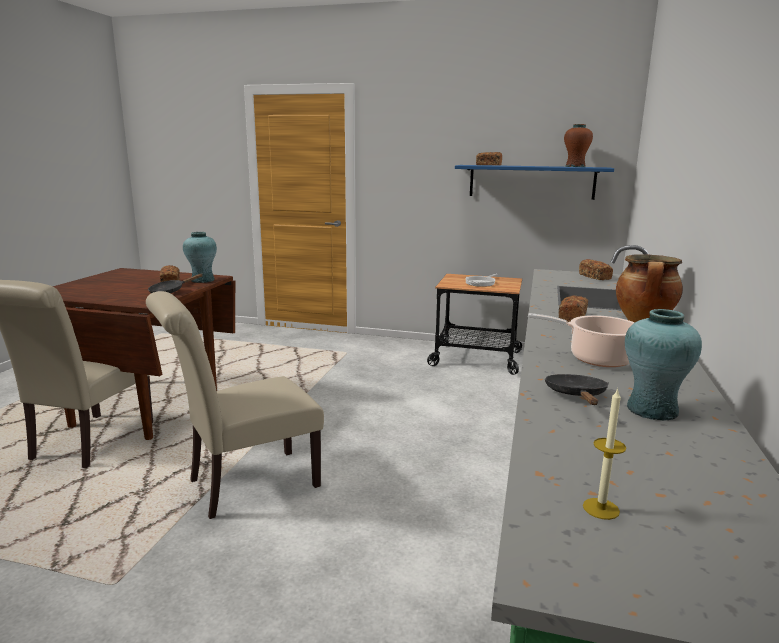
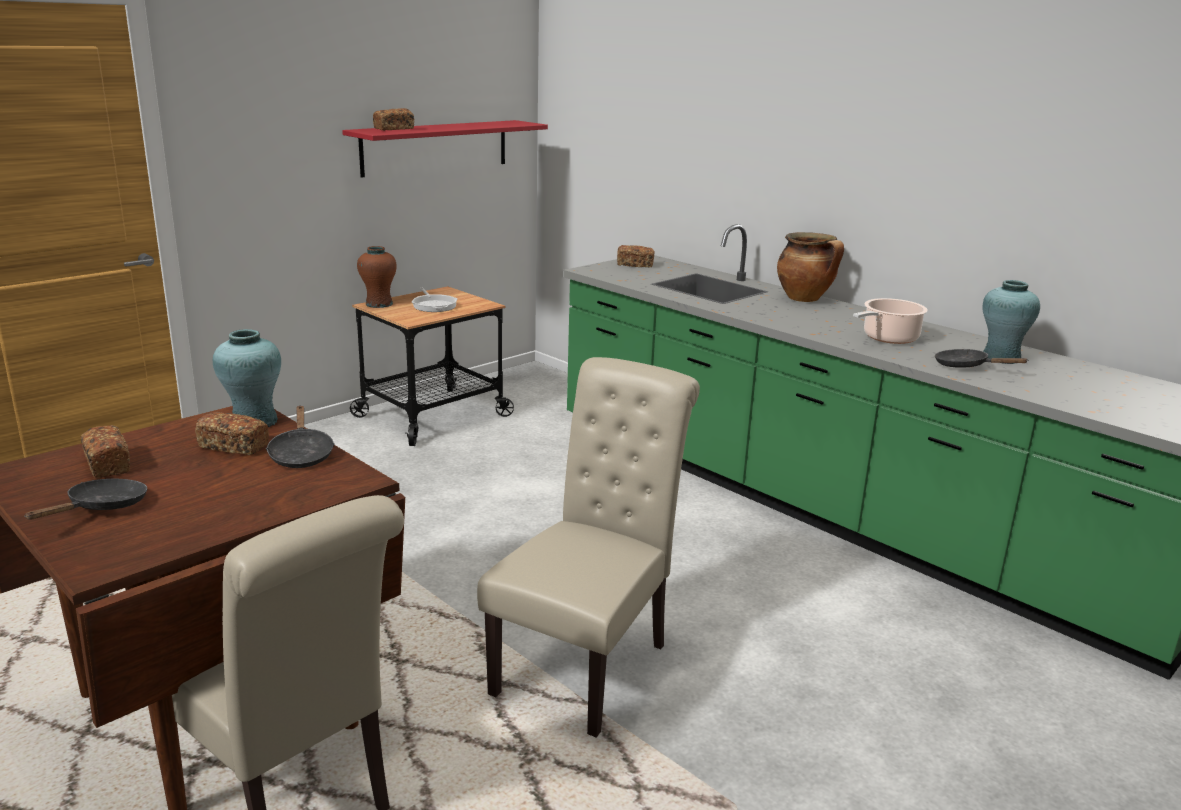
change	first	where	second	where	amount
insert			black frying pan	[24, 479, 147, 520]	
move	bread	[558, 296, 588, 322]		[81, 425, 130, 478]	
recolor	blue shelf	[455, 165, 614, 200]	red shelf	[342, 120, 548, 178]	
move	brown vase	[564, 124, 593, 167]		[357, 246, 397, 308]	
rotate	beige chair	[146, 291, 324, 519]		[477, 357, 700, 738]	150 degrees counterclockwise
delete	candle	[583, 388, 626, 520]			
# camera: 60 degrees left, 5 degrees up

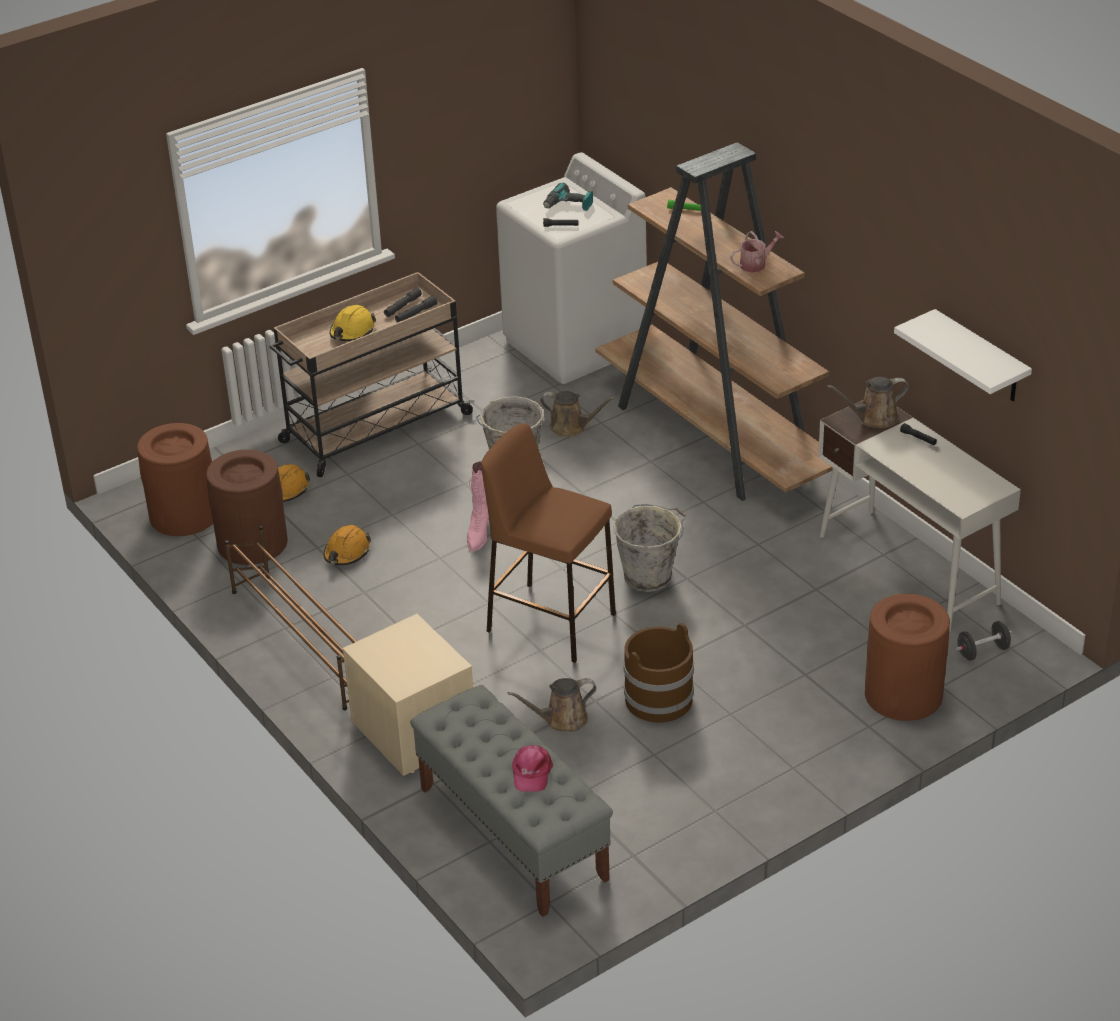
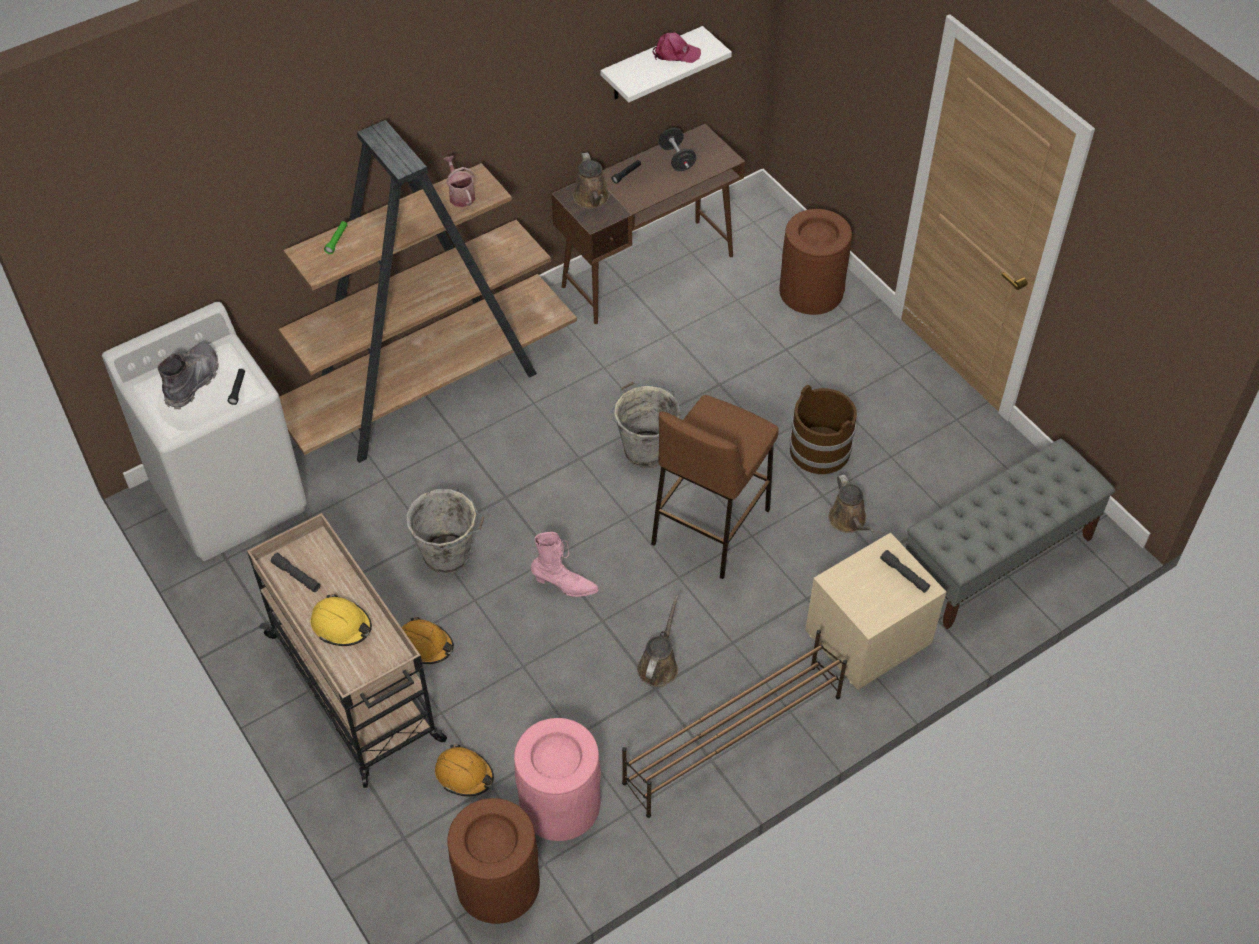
change	first	where	second	where	amount
replace	power drill	[543, 183, 593, 211]	grey boot	[158, 343, 219, 409]	
move	orange hard hat	[323, 525, 371, 565]		[402, 617, 454, 664]	
recolor	brown trash can	[206, 449, 288, 565]	pink trash can	[514, 718, 601, 841]	
recolor	white desk	[818, 400, 1021, 632]	brown desk	[552, 124, 745, 324]	
move	brown watering can	[540, 391, 615, 437]		[637, 595, 679, 687]	
move	pink cap	[512, 745, 553, 792]		[652, 32, 701, 63]	
move	black dumbbell	[956, 621, 1012, 661]		[659, 127, 696, 171]	
move	grey flashlight	[395, 296, 437, 323]		[880, 550, 930, 593]	
# camera: 90 degrees left, 15 degrees up

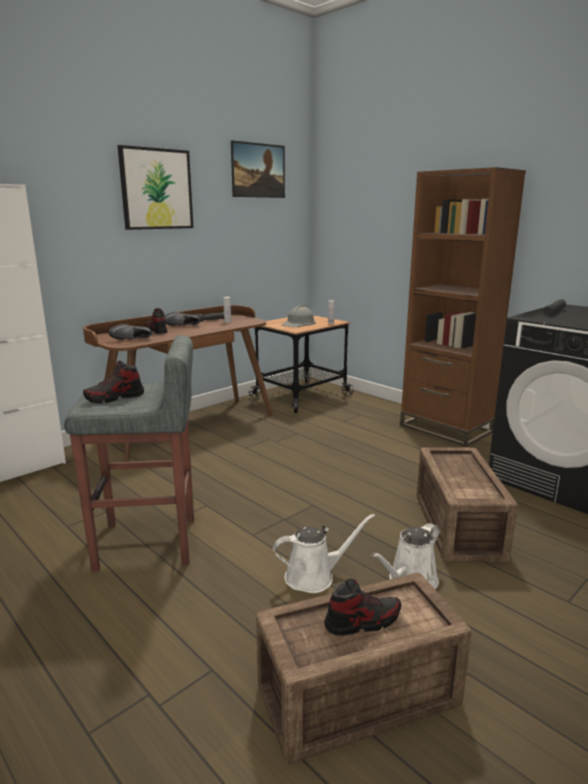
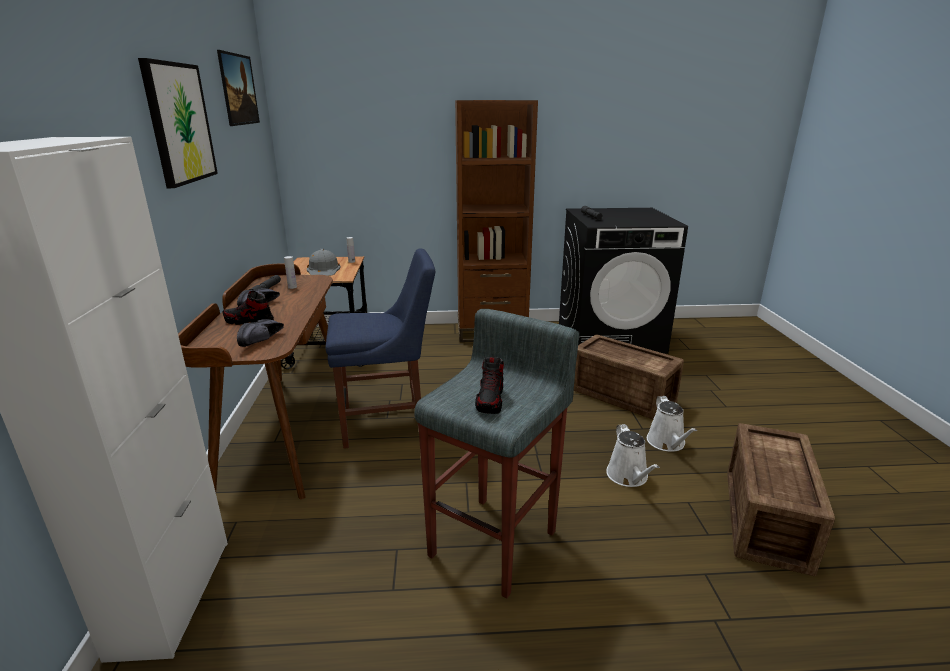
change	first	where	second	where	amount
insert			blue chair	[326, 248, 435, 449]	
rotate	white watering can	[273, 514, 375, 593]		[606, 424, 659, 487]	150 degrees clockwise
delete	shoe	[324, 579, 401, 636]			
# camera: 50 degrees left, 5 degrees up

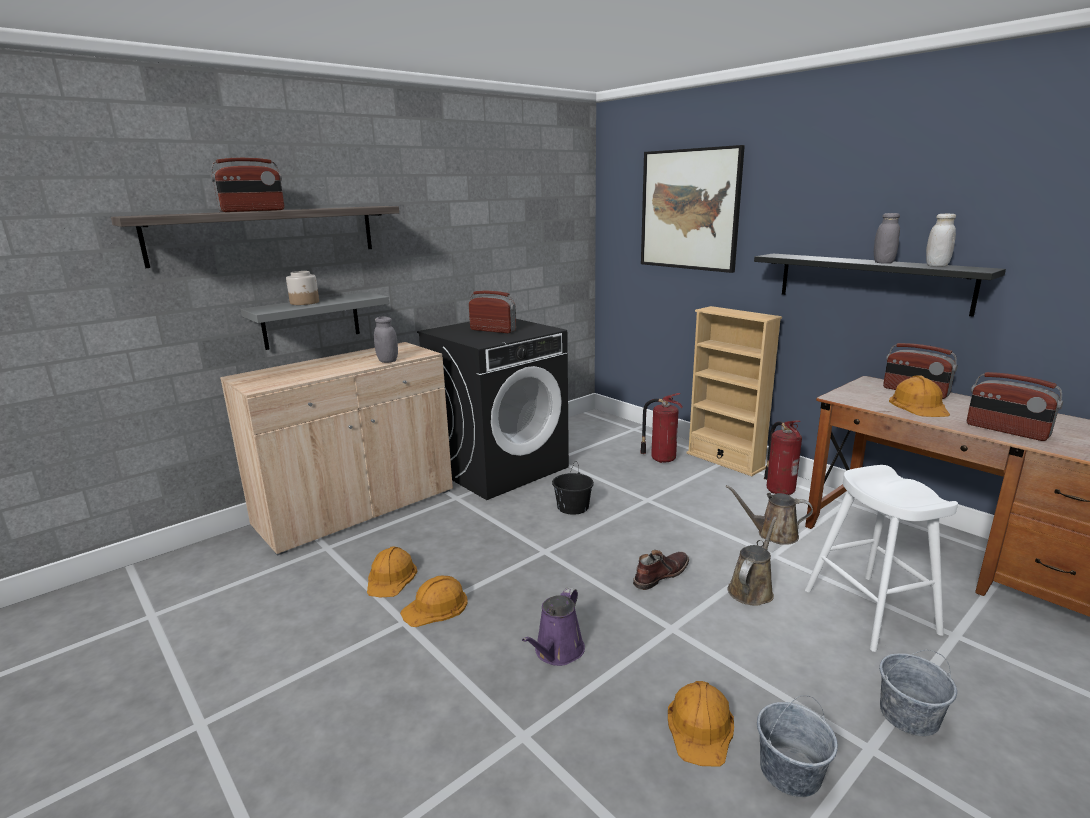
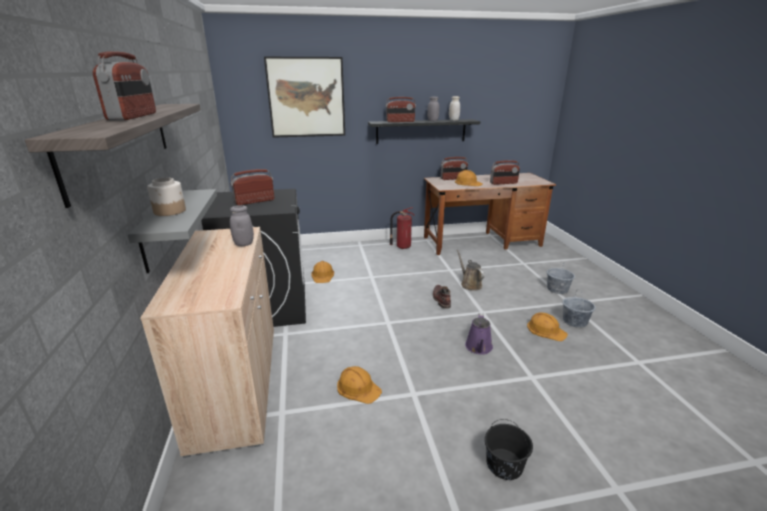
change	first	where	second	where	amount
move	orange hard hat	[400, 576, 468, 627]		[311, 261, 334, 283]	
insert			radio	[385, 97, 416, 122]	
rotate	purple watering can	[522, 587, 585, 666]		[465, 313, 493, 355]	45 degrees clockwise
move	black bucket	[552, 461, 594, 515]		[485, 419, 533, 480]	
delete	fire extinguisher	[640, 393, 683, 463]			
delete	beige bookcase	[687, 306, 782, 476]			
delete	brown watering can	[726, 485, 813, 545]			
delete	white stool	[805, 465, 958, 652]			
# camera: 60 degrees left, 5 degrees up

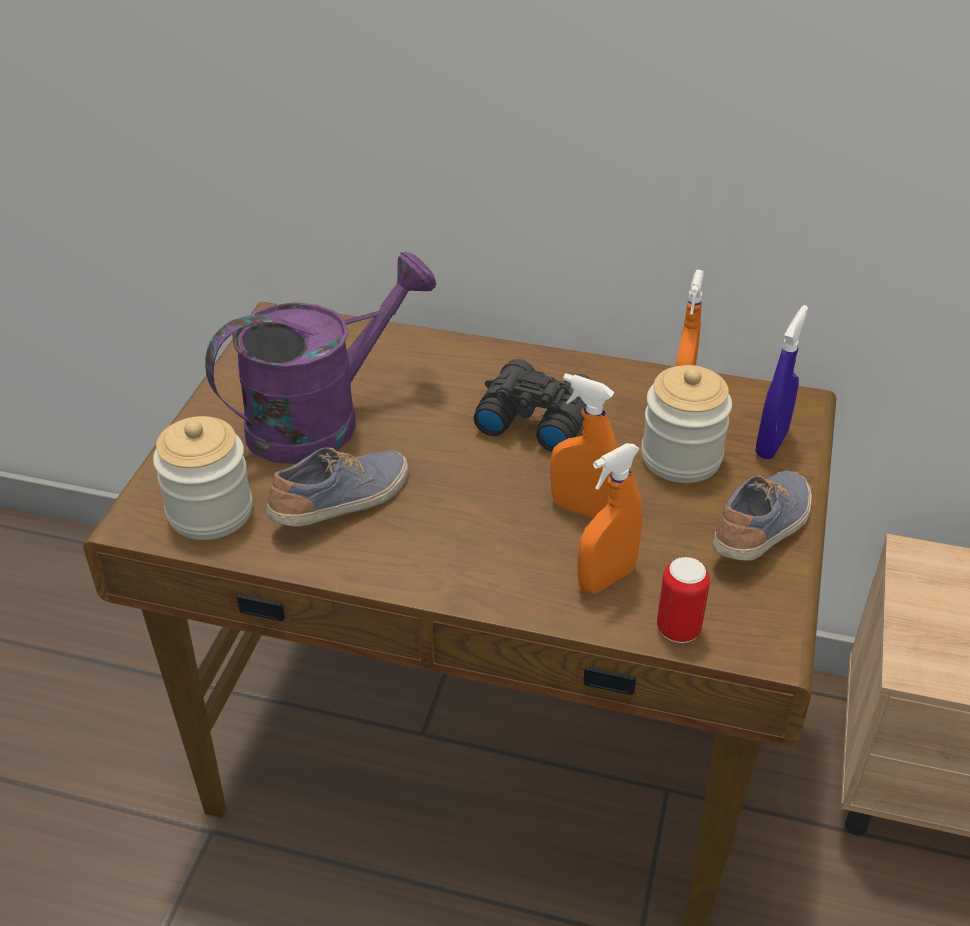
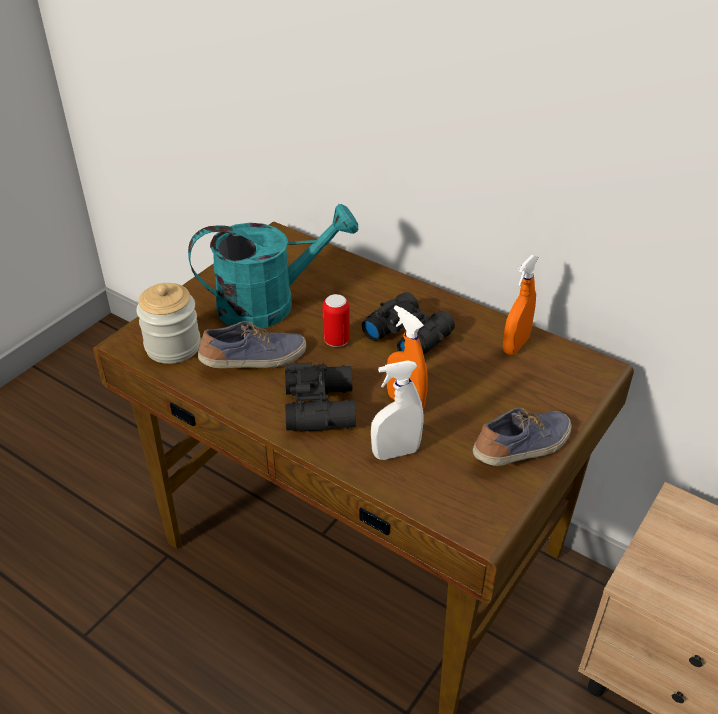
change	first	where	second	where	amount
recolor	purple watering can	[205, 252, 436, 464]	turquoise watering can	[188, 204, 358, 329]	
insert			black binoculars	[285, 362, 356, 431]	
move	can	[657, 557, 710, 643]		[322, 294, 350, 347]	
recolor	orange spray bottle	[578, 443, 642, 594]	white spray bottle	[371, 360, 423, 460]	
delete	jar	[641, 365, 732, 483]			
delete	blue spray bottle	[756, 305, 808, 459]			
# camera: 20 degrees right, 0 degrees up

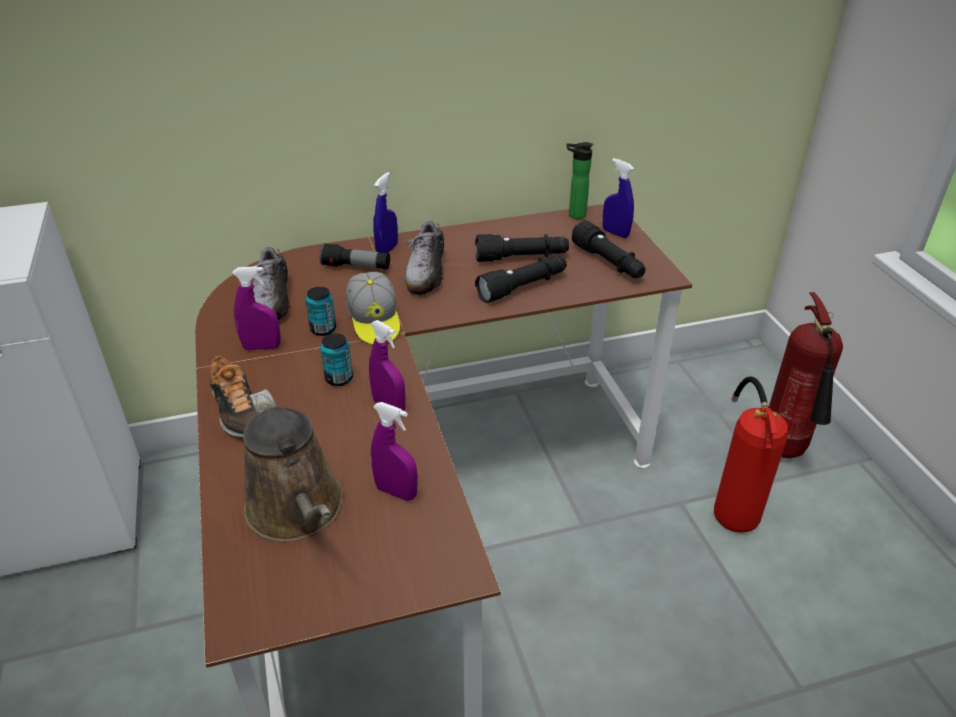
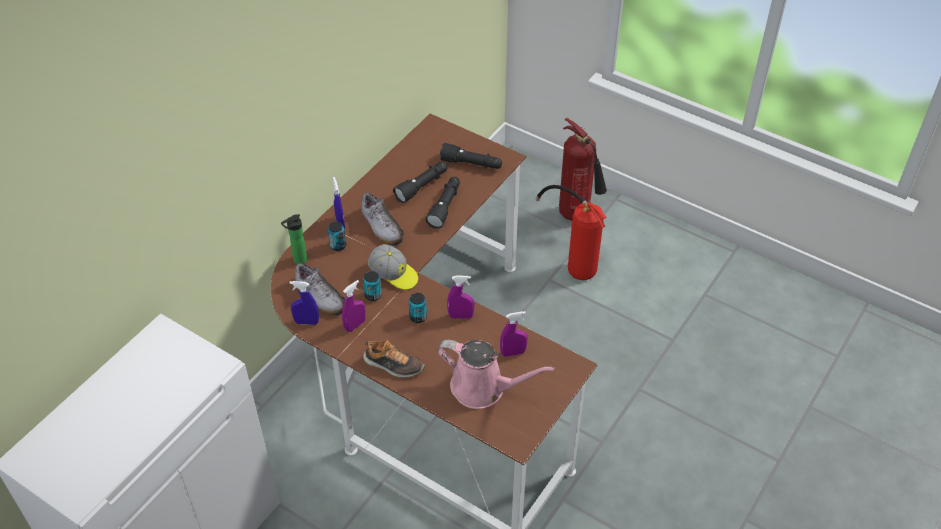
change	first	where	second	where	amount
move	bottle	[567, 142, 593, 219]		[281, 214, 307, 264]	
move	blue spray bottle	[603, 158, 634, 238]		[289, 281, 319, 325]	
replace	flashlight	[320, 243, 390, 270]	can	[328, 222, 346, 251]	
recolor	brown watering can	[243, 389, 343, 542]	pink watering can	[437, 340, 554, 409]	
# camera: 40 degrees left, 10 degrees up

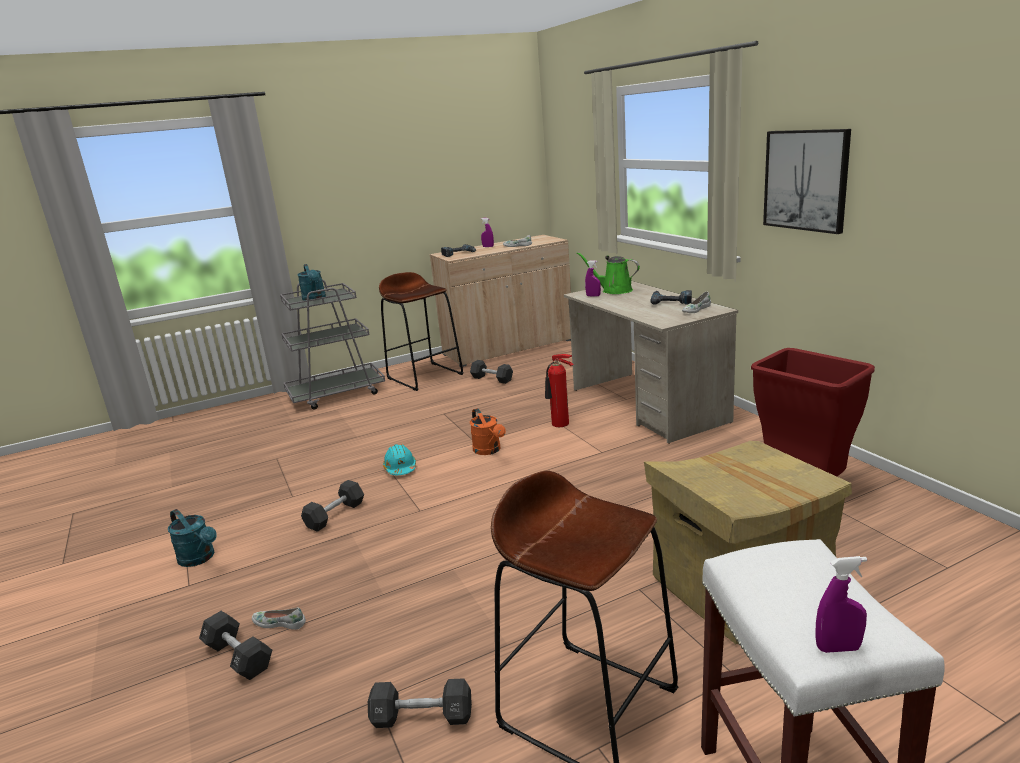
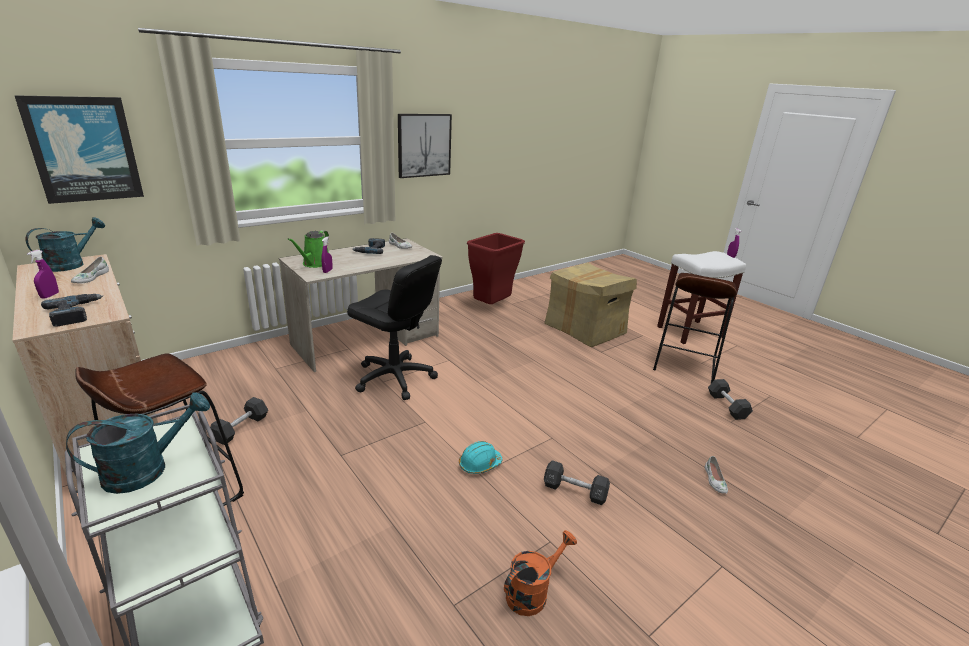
change	first	where	second	where	amount
insert			picture	[14, 95, 144, 204]	
move	turquoise watering can	[168, 509, 217, 567]		[25, 217, 105, 272]	
replace	fire extinguisher	[545, 354, 574, 427]	black office chair	[347, 255, 442, 400]	
move	orange watering can	[470, 408, 506, 455]		[504, 530, 577, 616]	
delete	black dumbbell	[199, 611, 272, 680]			
# camera: 105 degrees left, 5 degrees up

